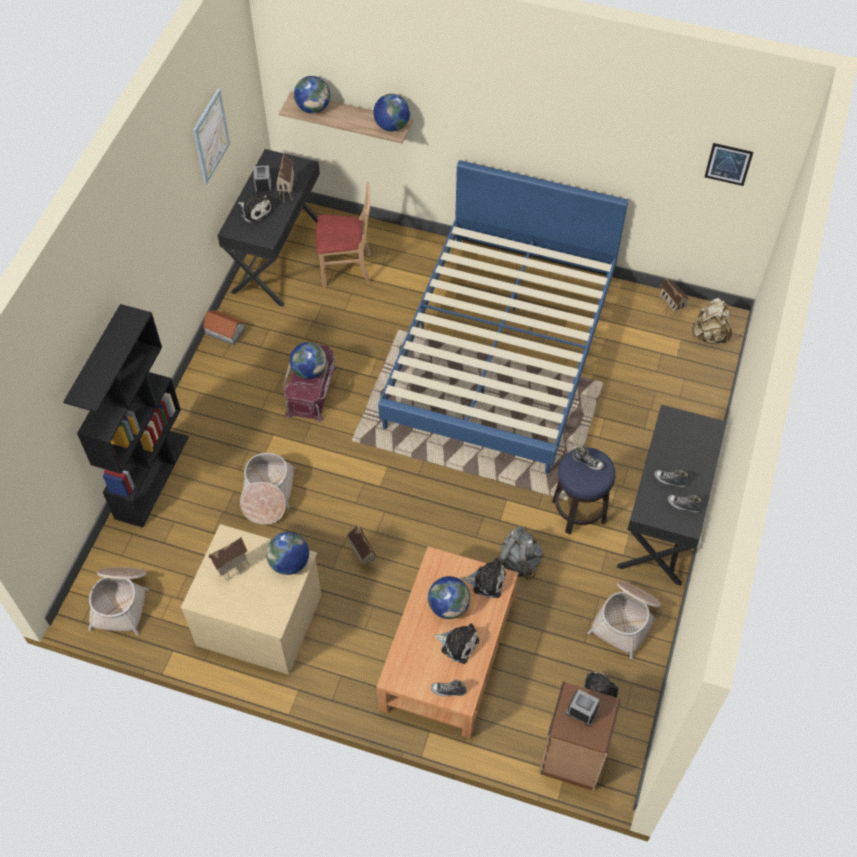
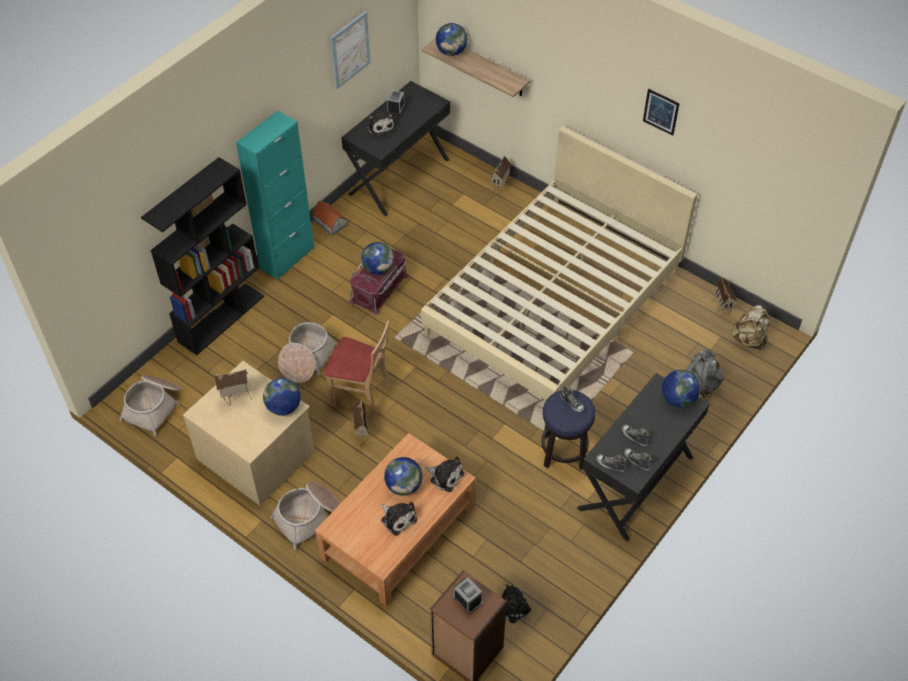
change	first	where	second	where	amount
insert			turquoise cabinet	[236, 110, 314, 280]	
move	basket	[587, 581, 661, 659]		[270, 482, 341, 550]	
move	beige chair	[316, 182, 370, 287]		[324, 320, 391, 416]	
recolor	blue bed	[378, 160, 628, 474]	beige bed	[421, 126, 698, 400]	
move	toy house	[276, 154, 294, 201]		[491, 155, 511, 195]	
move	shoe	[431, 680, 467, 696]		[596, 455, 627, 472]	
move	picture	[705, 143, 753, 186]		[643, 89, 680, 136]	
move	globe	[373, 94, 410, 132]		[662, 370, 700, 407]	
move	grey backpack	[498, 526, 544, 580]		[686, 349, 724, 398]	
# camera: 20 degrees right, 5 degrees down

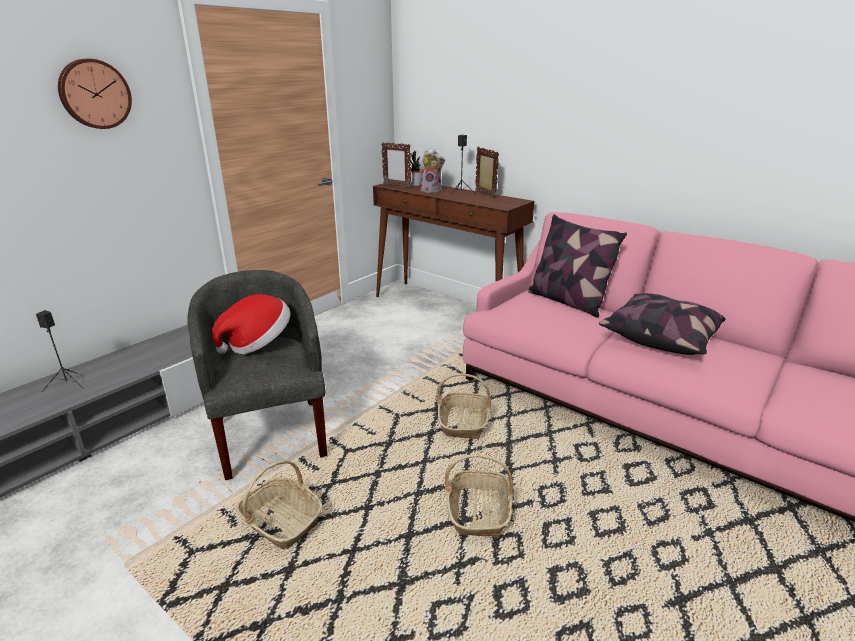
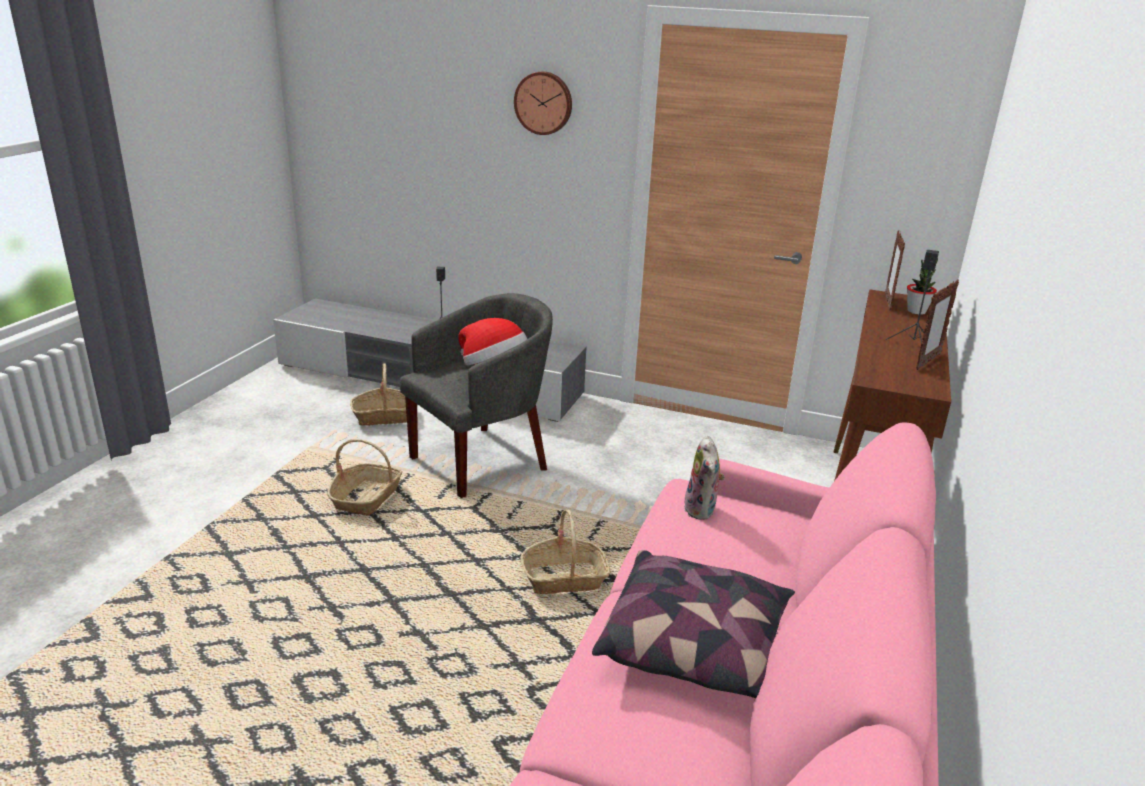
change	first	where	second	where	amount
move	basket	[445, 454, 514, 537]		[350, 363, 407, 426]	
move	plush toy	[421, 149, 445, 193]		[684, 436, 725, 520]	
delete	pillow	[528, 214, 627, 317]			
# camera: 70 degrees right, 0 degrees up

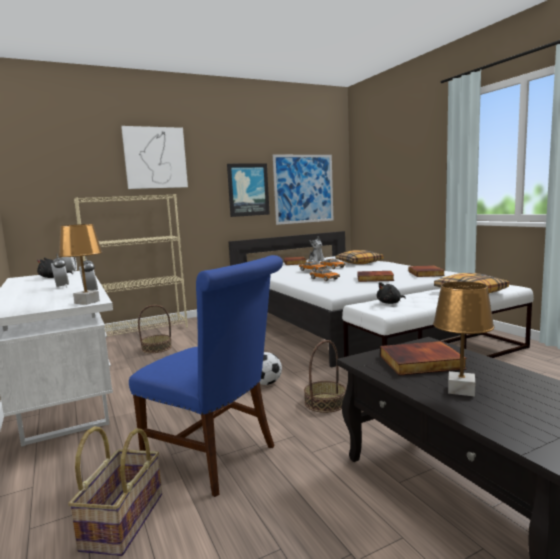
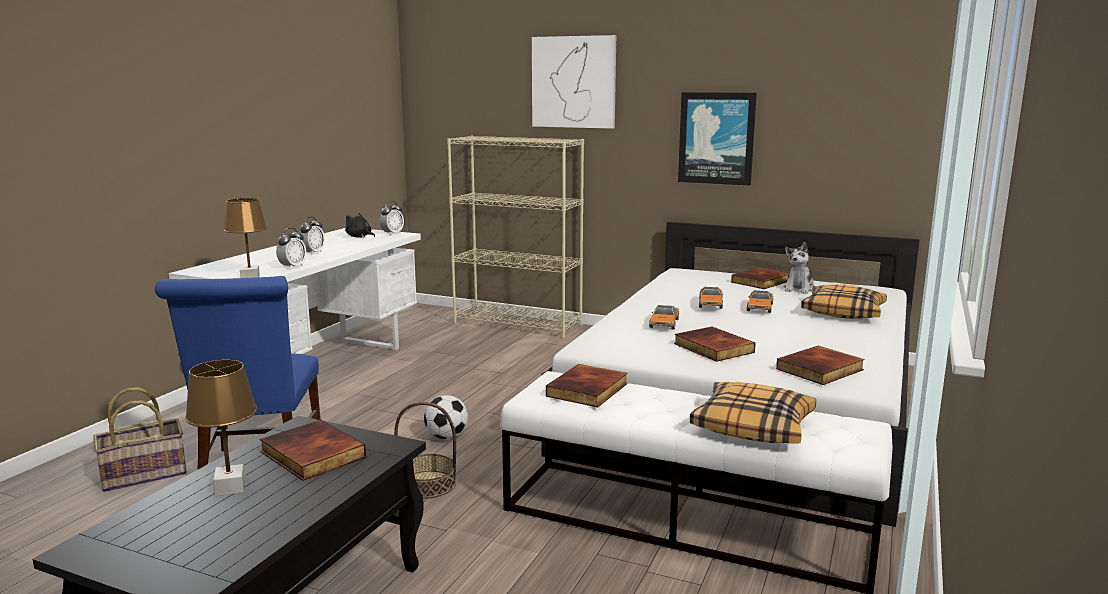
change	first	where	second	where	amount
replace	black plush toy	[377, 282, 406, 304]	book	[546, 364, 628, 407]	
delete	basket	[138, 305, 172, 353]			
delete	picture	[273, 155, 333, 225]			
# camera: 50 degrees right, 5 degrees up

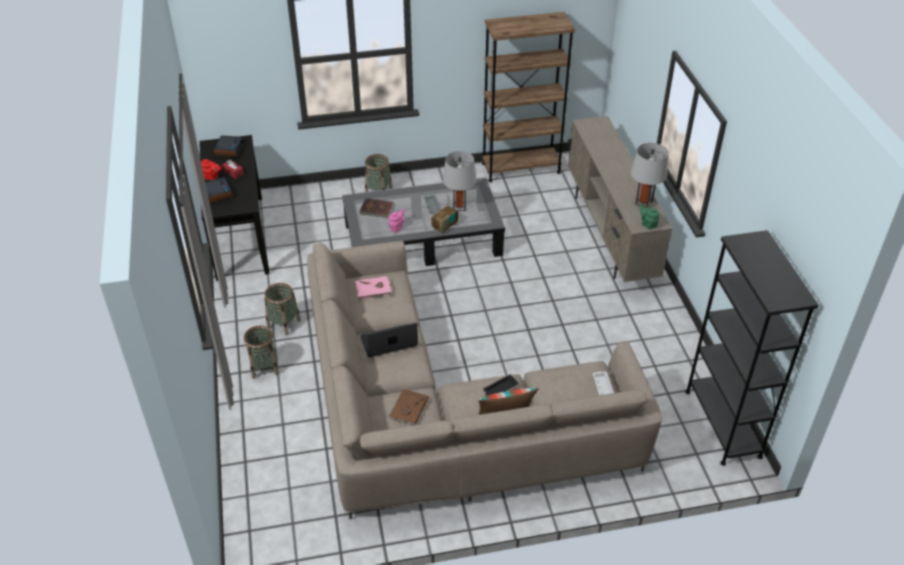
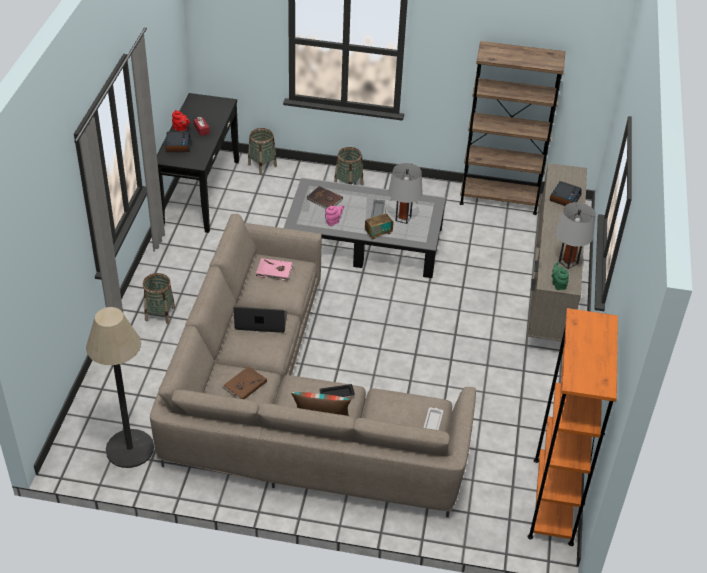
change	first	where	second	where	amount
insert			floor lamp	[86, 307, 154, 468]	
move	basket	[265, 283, 301, 336]		[248, 128, 277, 174]	
recolor	black bookcase	[685, 230, 819, 466]	orange bookcase	[528, 308, 618, 546]	
move	alarm clock	[214, 135, 244, 157]		[549, 181, 582, 206]	
# camera: 20 degrees right, 0 degrees up

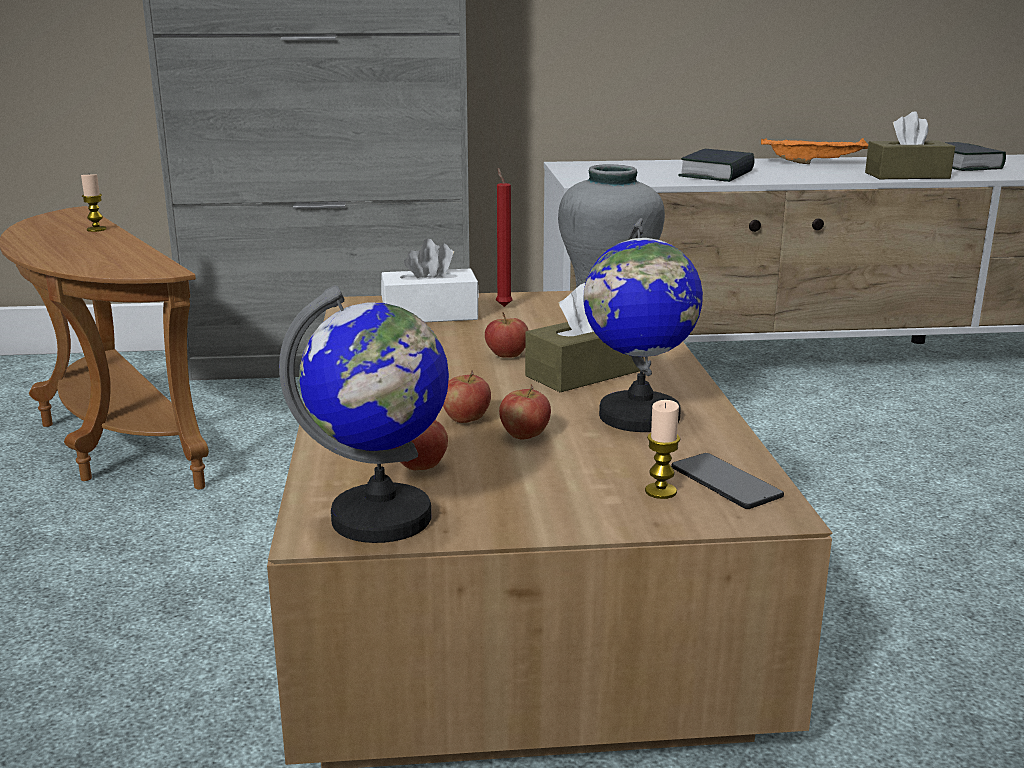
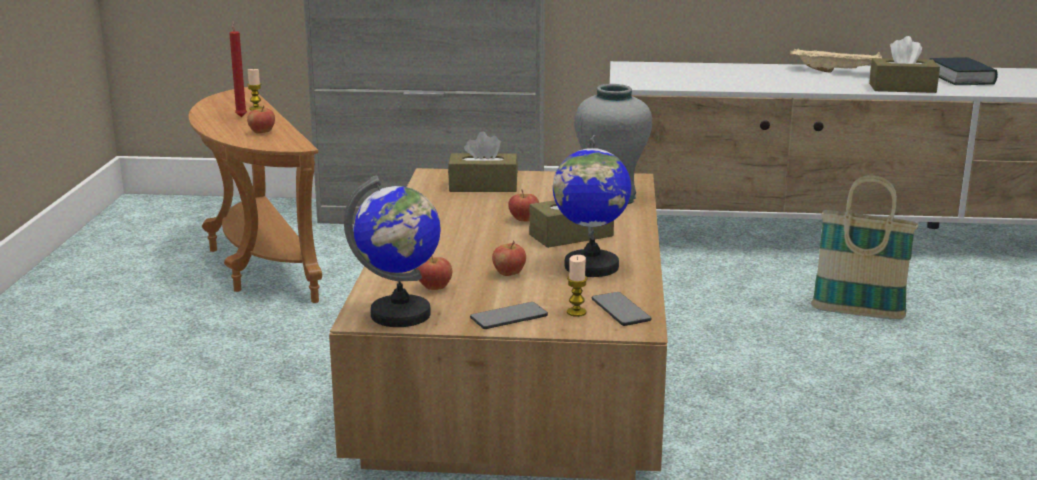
change	first	where	second	where	amount
move	red candle	[496, 168, 513, 307]		[229, 21, 247, 117]	
move	apple	[443, 370, 491, 423]		[247, 105, 275, 134]	
recolor	white tissue box	[381, 239, 479, 322]	brown tissue box	[448, 131, 518, 192]	
insert			phone	[470, 302, 548, 329]	
recolor	orange tray	[761, 138, 868, 164]	beige tray	[790, 48, 882, 73]	
insert			basket	[811, 175, 918, 319]	
delete	book	[678, 149, 755, 182]			
# camera: 10 degrees right, 0 degrees up

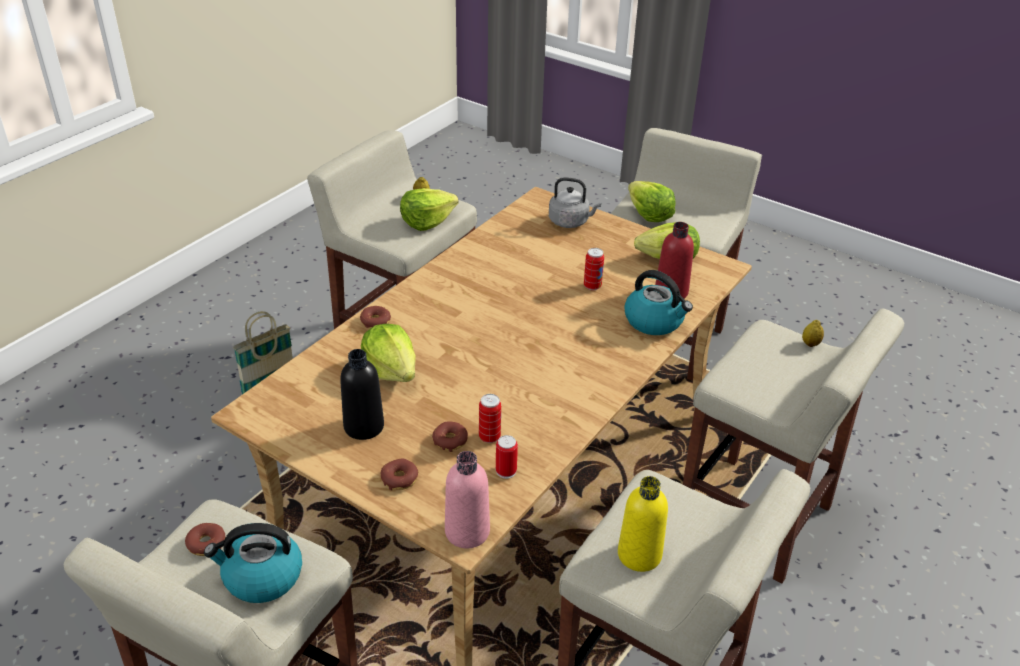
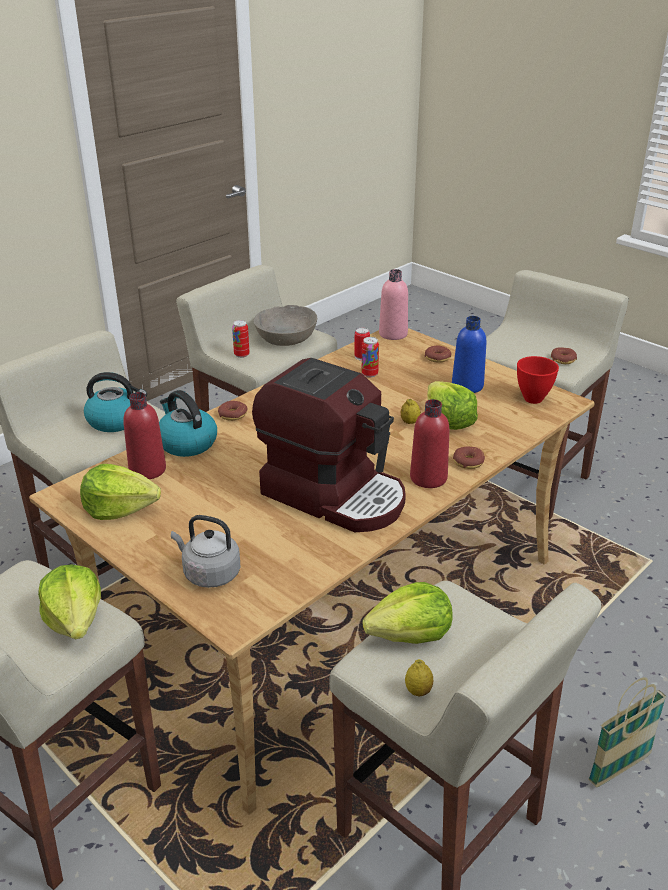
change	first	where	second	where	amount
move	kettle	[204, 523, 302, 603]		[84, 372, 147, 432]	
move	donut	[432, 421, 468, 452]		[218, 401, 247, 421]	
move	can	[584, 248, 604, 290]		[232, 320, 250, 358]	
insert			coffee machine	[252, 358, 406, 532]	
replace	yellow bottle	[618, 476, 668, 572]	grey bowl	[254, 305, 317, 346]	
move	lemon	[802, 320, 824, 347]		[401, 399, 421, 424]	
insert			red bottle	[410, 399, 449, 488]	
recolor	black bottle	[340, 349, 384, 440]	blue bottle	[452, 316, 486, 393]	
insert			red bowl	[517, 356, 559, 404]	
# camera: 170 degrees left, 5 degrees down

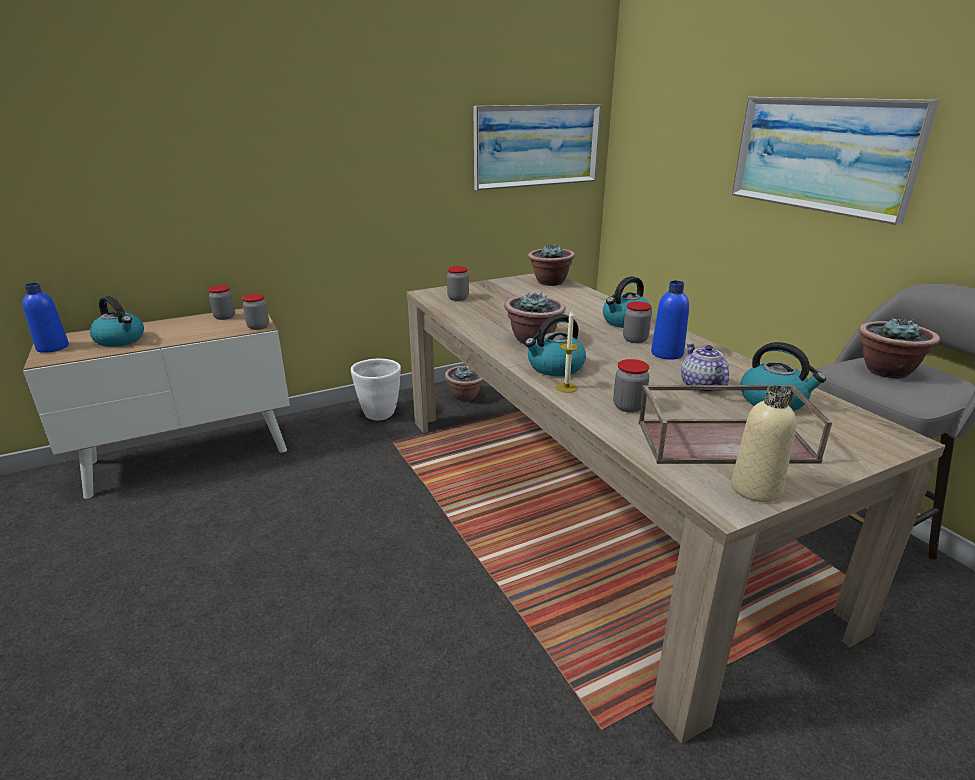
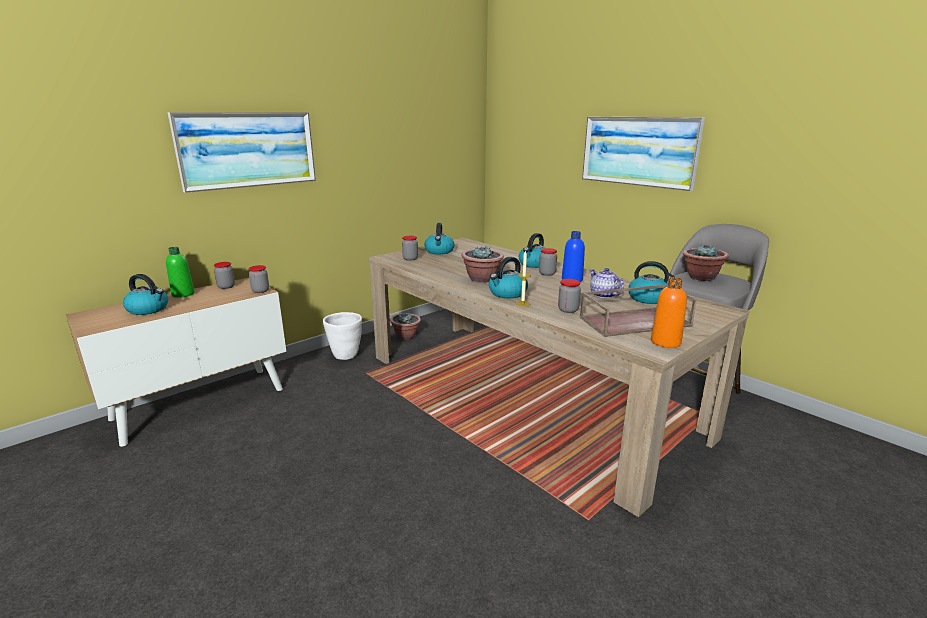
change	first	where	second	where	amount
insert			green bottle	[166, 247, 195, 298]	
move	picture	[473, 104, 601, 190]		[168, 112, 316, 193]	
insert			kettle	[424, 223, 455, 254]	
recolor	beige bottle	[731, 385, 796, 502]	orange bottle	[651, 277, 687, 348]	
delete	blue bottle	[23, 283, 69, 353]			
delete	potted plant	[528, 244, 575, 286]			
# camera: 15 degrees left, 5 degrees down

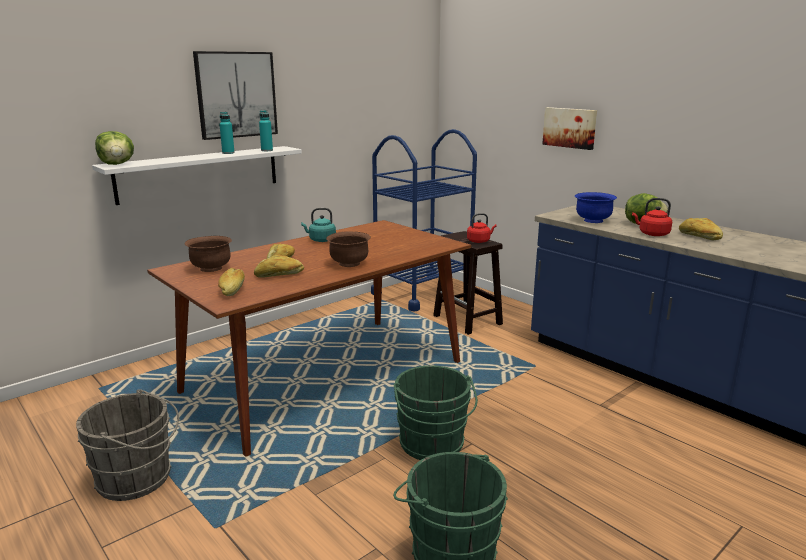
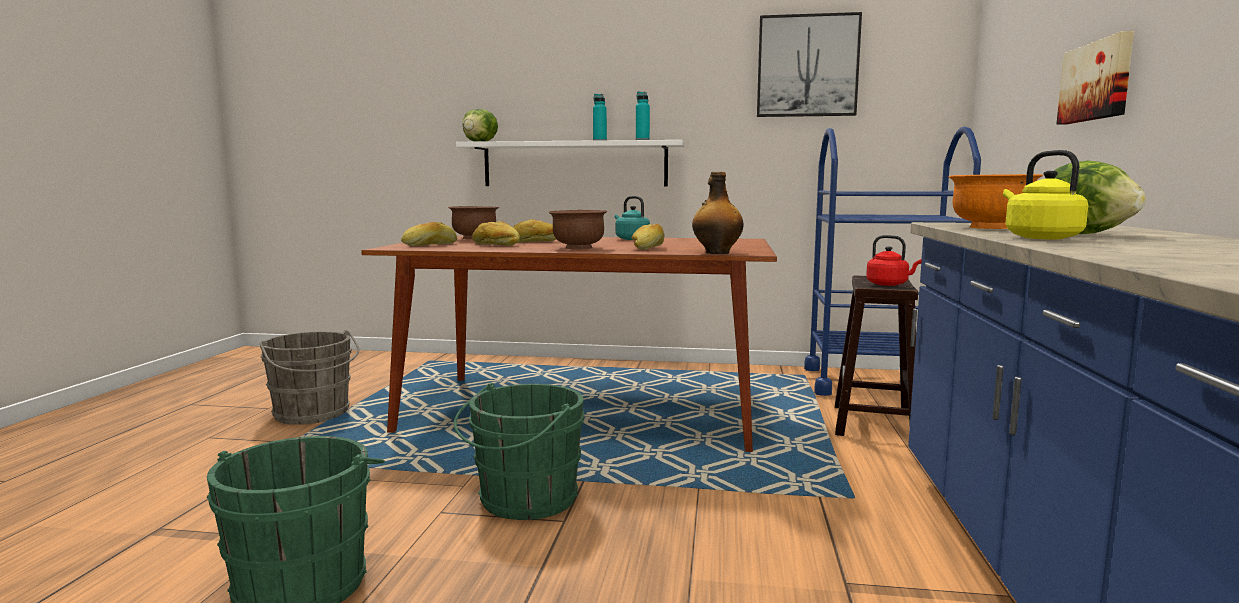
change	first	where	second	where	amount
move	bread	[679, 218, 723, 240]		[632, 224, 664, 250]	
insert			bottle	[692, 172, 744, 254]	
move	picture	[193, 51, 278, 140]		[757, 12, 862, 117]	
recolor	blue bowl	[575, 192, 617, 223]	orange bowl	[949, 174, 1044, 229]	
recolor	red kettle	[632, 198, 672, 236]	yellow kettle	[1003, 150, 1089, 240]	
# camera: 50 degrees right, 10 degrees down

